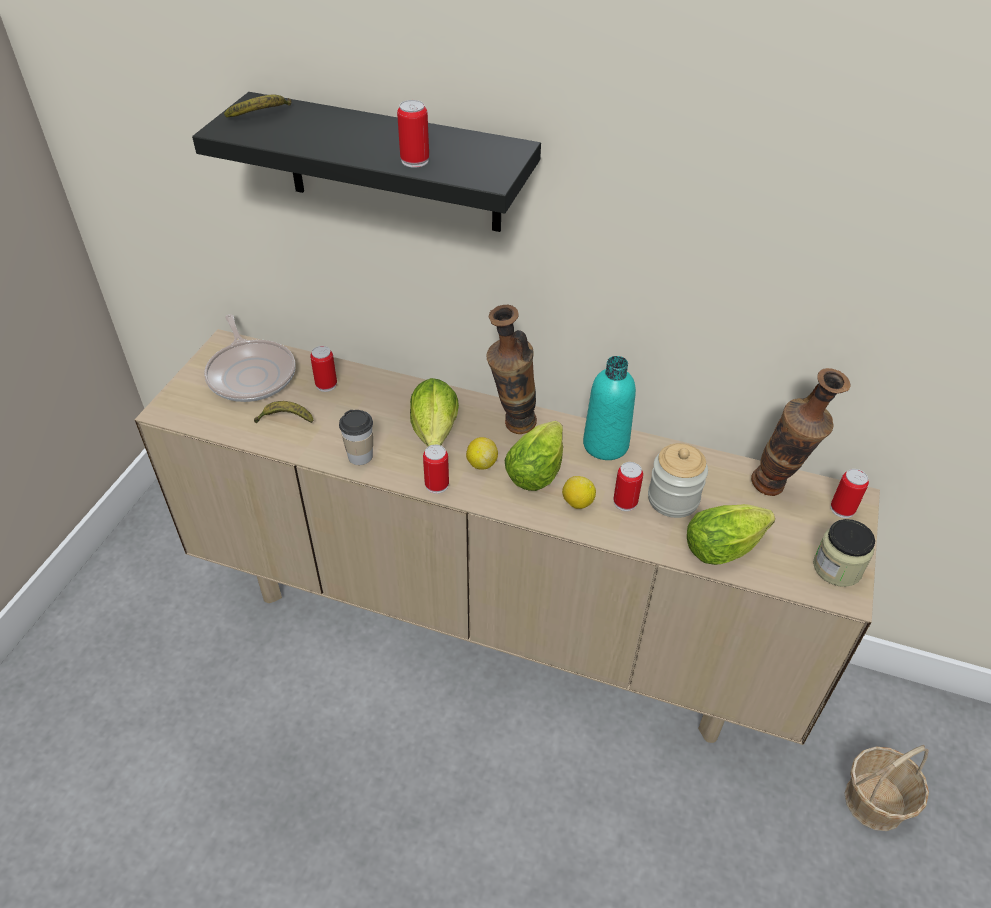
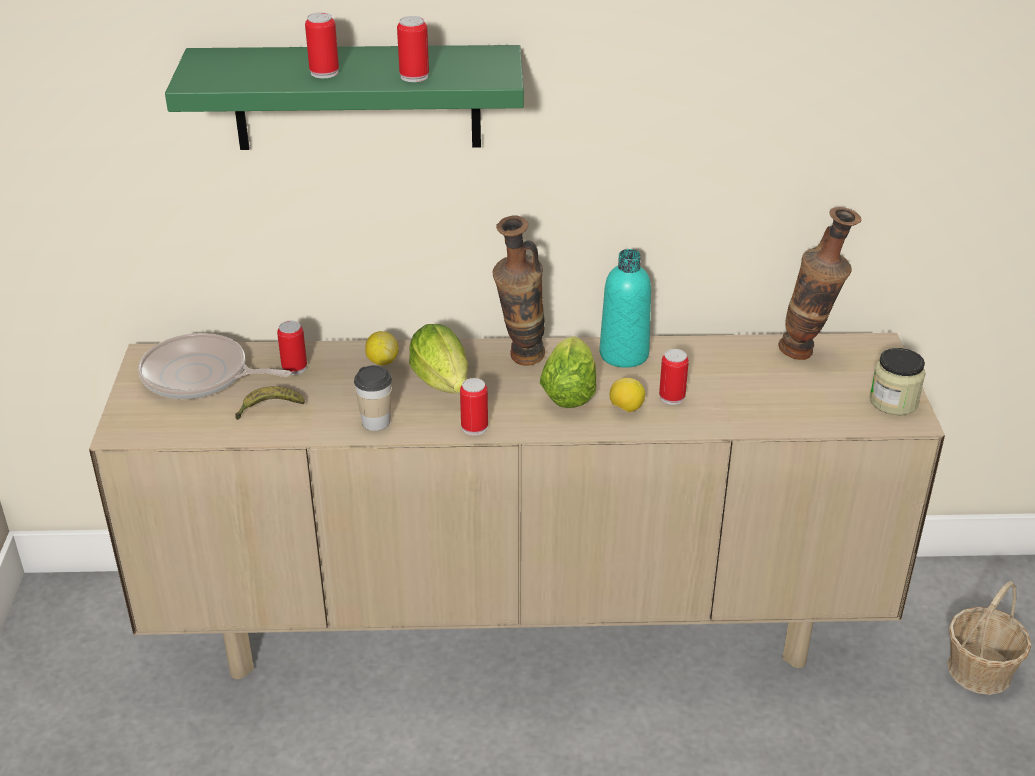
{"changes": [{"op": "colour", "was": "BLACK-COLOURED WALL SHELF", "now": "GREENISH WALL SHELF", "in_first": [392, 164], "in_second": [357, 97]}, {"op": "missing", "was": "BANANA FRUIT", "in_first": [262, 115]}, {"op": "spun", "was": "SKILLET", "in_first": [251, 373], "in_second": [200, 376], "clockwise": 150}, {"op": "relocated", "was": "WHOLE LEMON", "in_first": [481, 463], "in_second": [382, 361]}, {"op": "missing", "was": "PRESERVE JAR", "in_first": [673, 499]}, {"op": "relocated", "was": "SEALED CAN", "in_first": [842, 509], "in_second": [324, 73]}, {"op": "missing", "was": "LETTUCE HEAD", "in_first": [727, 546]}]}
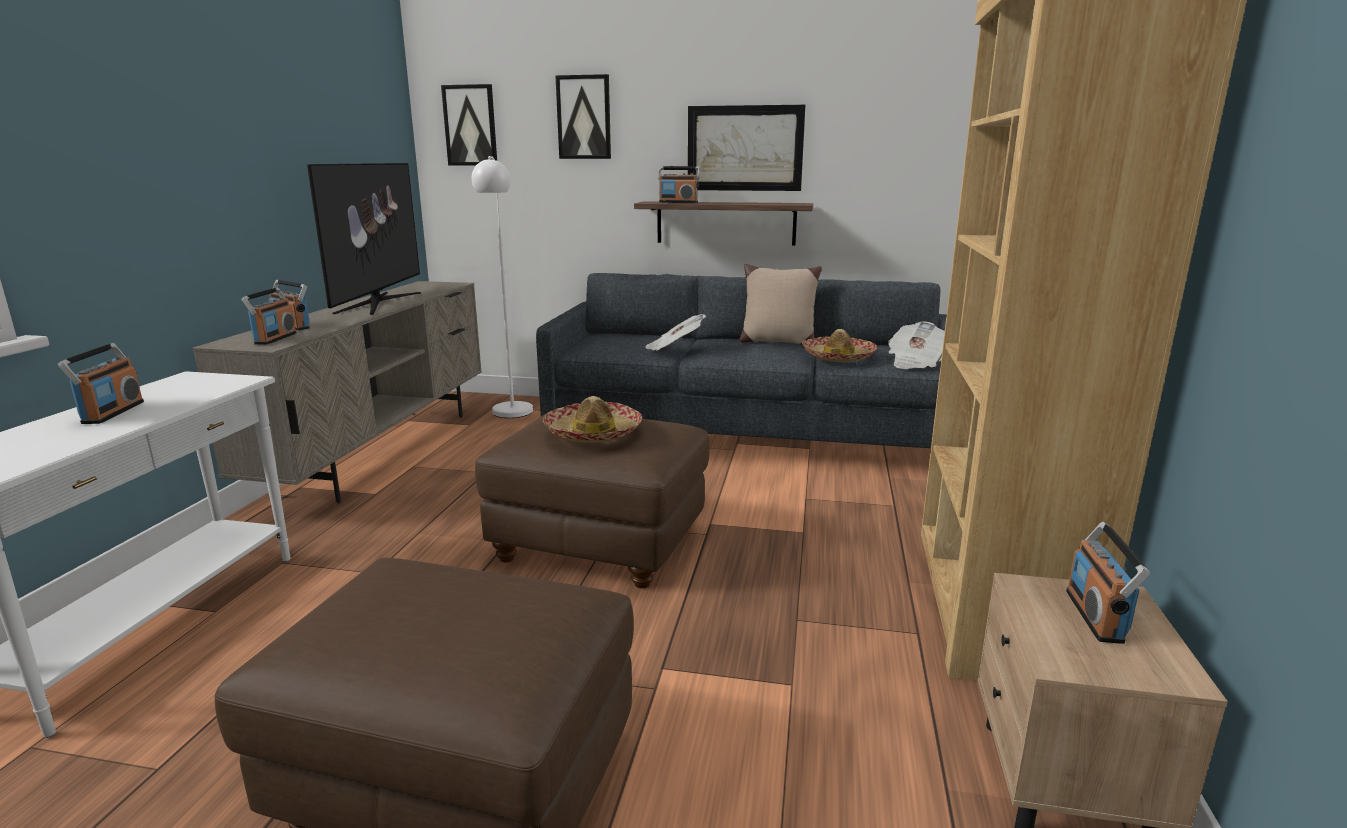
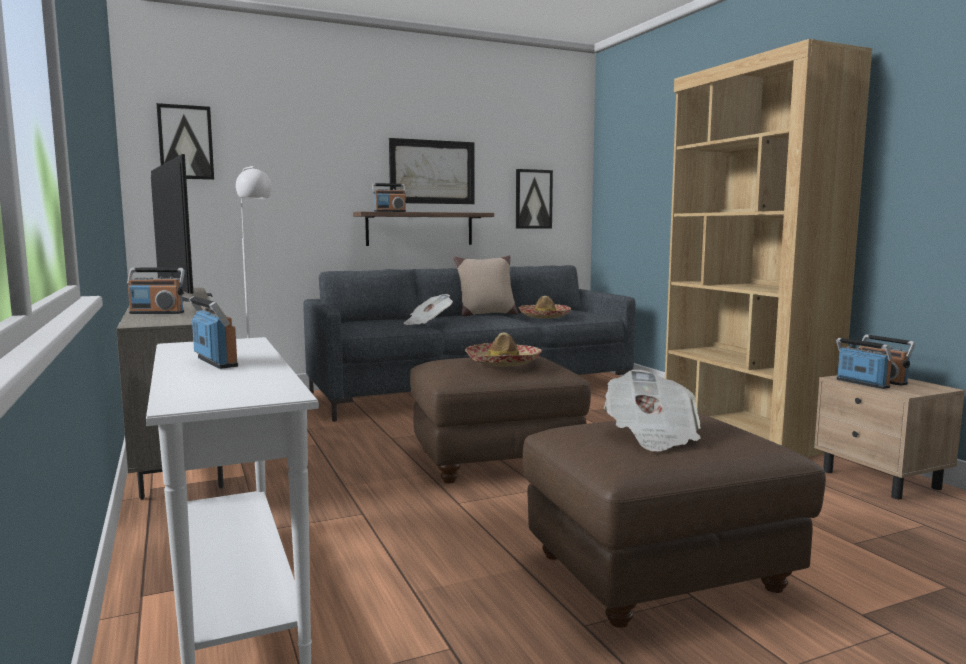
{"changes": [{"op": "relocated", "was": "WALL ART", "in_first": [584, 117], "in_second": [533, 199]}, {"op": "relocated", "was": "RADIO SET", "in_first": [275, 338], "in_second": [862, 383]}, {"op": "relocated", "was": "DAILY PAPER", "in_first": [915, 362], "in_second": [651, 436]}]}
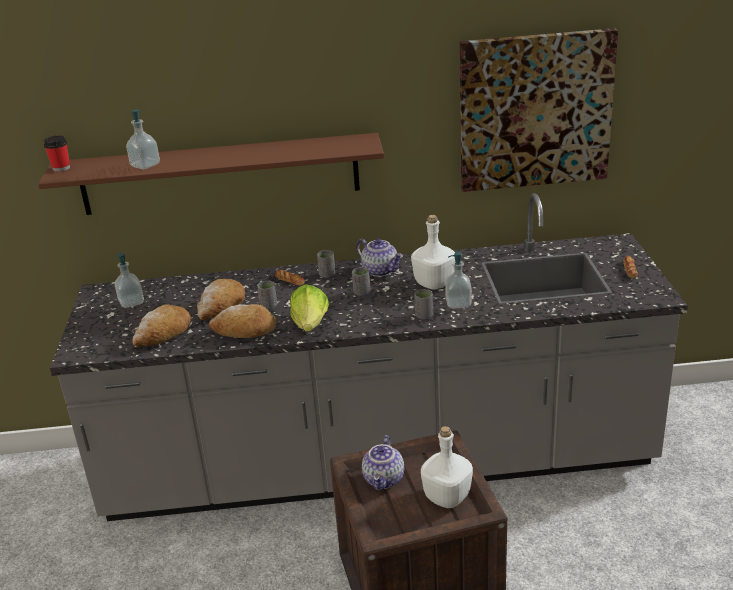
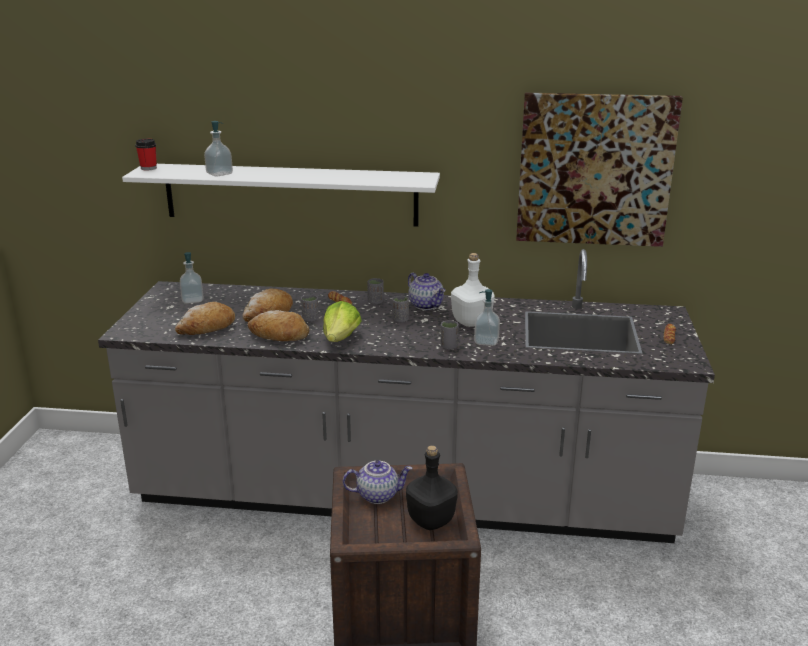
{"changes": [{"op": "colour", "was": "BROWN WALL SHELF", "now": "WHITISH WALL SHELF", "in_first": [220, 174], "in_second": [290, 194]}, {"op": "colour", "was": "WHITISH BEVERAGE BOTTLE", "now": "BLACK-COLOURED BEVERAGE BOTTLE", "in_first": [447, 496], "in_second": [431, 520]}, {"op": "spun", "was": "POT FOR TEA", "in_first": [384, 480], "in_second": [378, 495], "clockwise": -120}]}
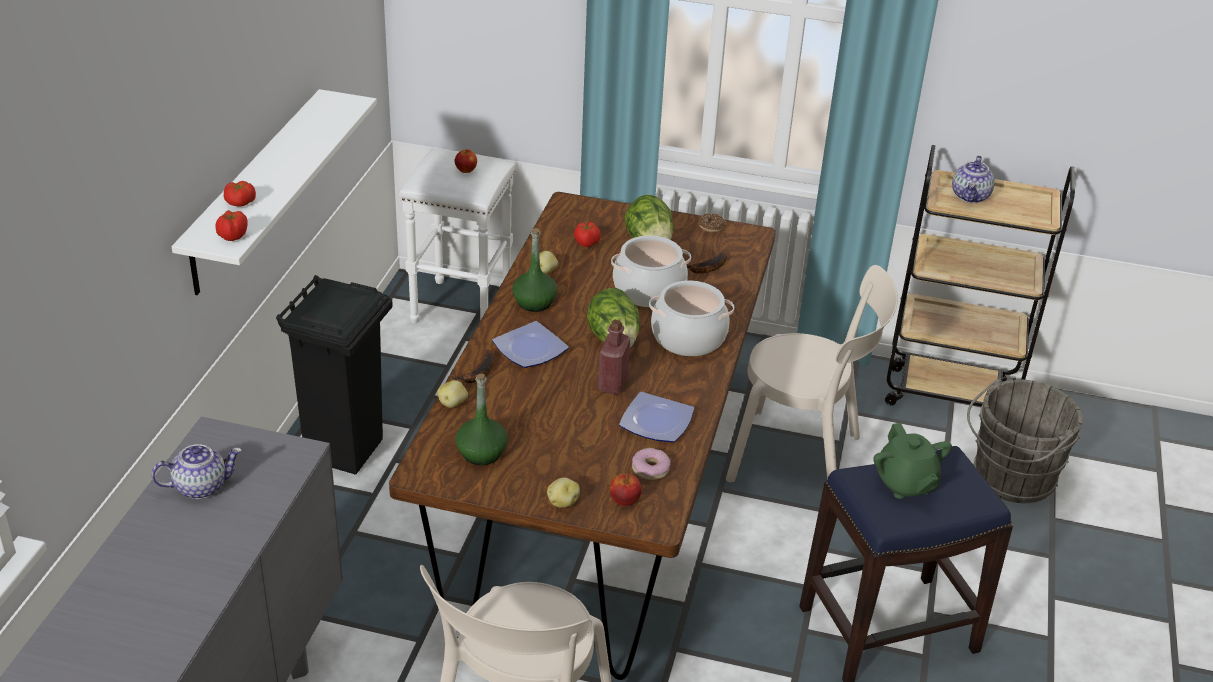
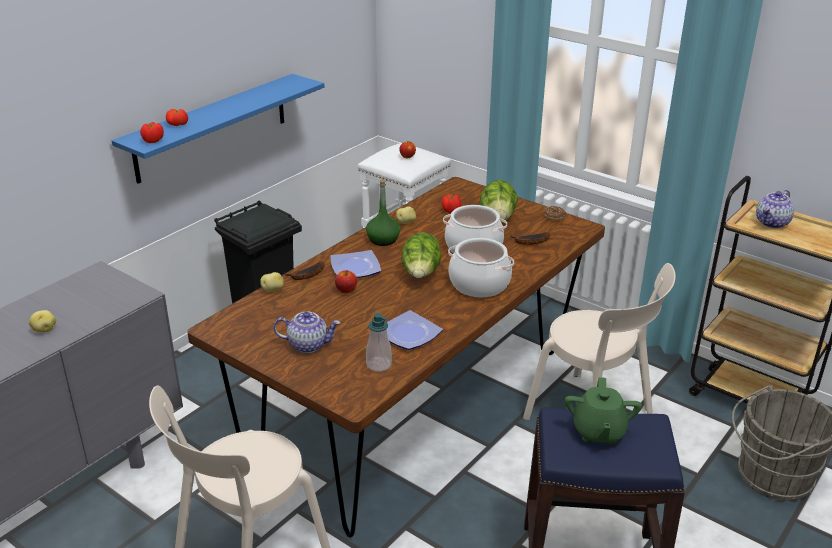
{"changes": [{"op": "colour", "was": "WHITISH WALL SHELF", "now": "BLUE-COLOURED WALL SHELF", "in_first": [255, 191], "in_second": [212, 127]}, {"op": "missing", "was": "REDDISH BEVERAGE BOTTLE", "in_first": [612, 384]}, {"op": "missing", "was": "GREENISH BEVERAGE BOTTLE", "in_first": [481, 453]}, {"op": "relocated", "was": "POT FOR TEA", "in_first": [201, 486], "in_second": [308, 344]}, {"op": "exchanged", "was": "DONUT", "now": "LIQUID SOAP BOTTLE", "in_first": [650, 469], "in_second": [378, 364]}, {"op": "relocated", "was": "APPLE FRUIT", "in_first": [624, 501], "in_second": [346, 290]}, {"op": "relocated", "was": "SPUD", "in_first": [562, 502], "in_second": [44, 329]}]}
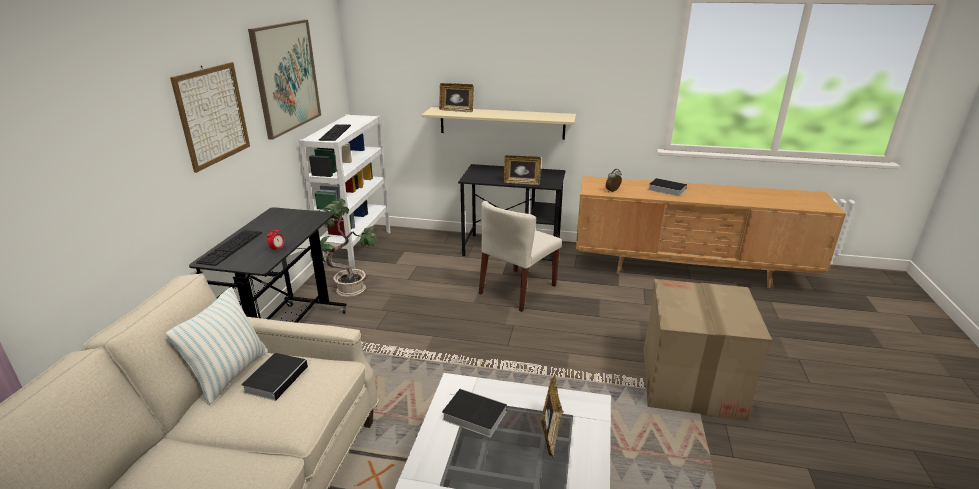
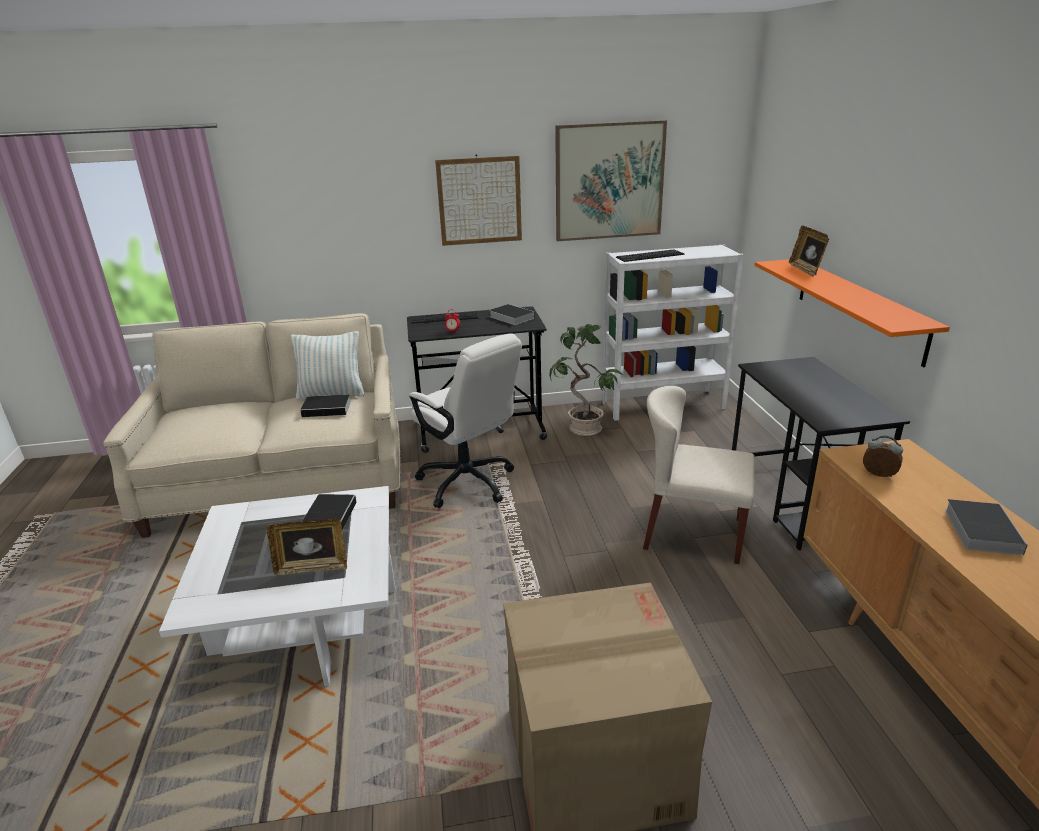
{"changes": [{"op": "colour", "was": "BEIGE-COLOURED WALL SHELF", "now": "ORANGE-COLOURED WALL SHELF", "in_first": [502, 123], "in_second": [858, 308]}, {"op": "missing", "was": "STANDING FRAME", "in_first": [522, 182]}, {"op": "appeared", "now": "VOLUME", "in_second": [510, 317]}, {"op": "appeared", "now": "WHITISH COMPUTER CHAIR", "in_second": [470, 484]}]}
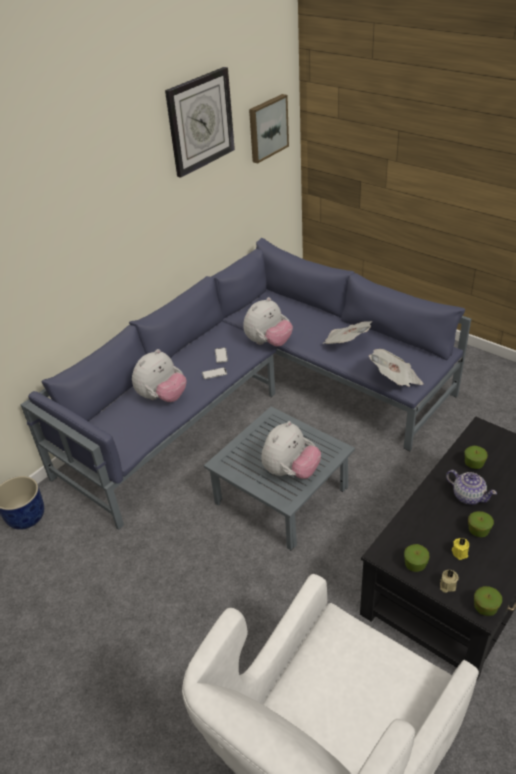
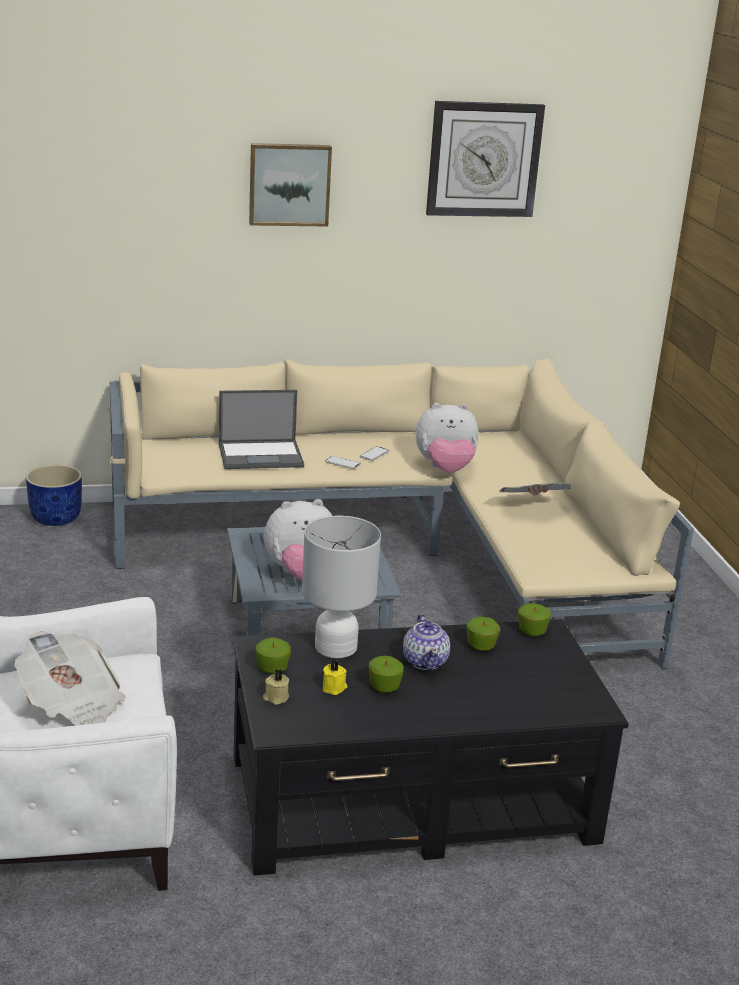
{"changes": [{"op": "relocated", "was": "WALL ART", "in_first": [267, 128], "in_second": [289, 184]}, {"op": "colour", "was": "BLUE-COLOURED SOFA", "now": "BEIGE-COLOURED SOFA", "in_first": [260, 415], "in_second": [392, 563]}, {"op": "exchanged", "was": "CUDDLY TOY", "now": "NOTEBOOK COMPUTER", "in_first": [162, 397], "in_second": [261, 455]}, {"op": "relocated", "was": "DAILY PAPER", "in_first": [395, 380], "in_second": [72, 705]}, {"op": "relocated", "was": "APPLE FRUIT", "in_first": [485, 608], "in_second": [531, 631]}, {"op": "appeared", "now": "GREYISH TABLE LAMP", "in_second": [336, 647]}]}
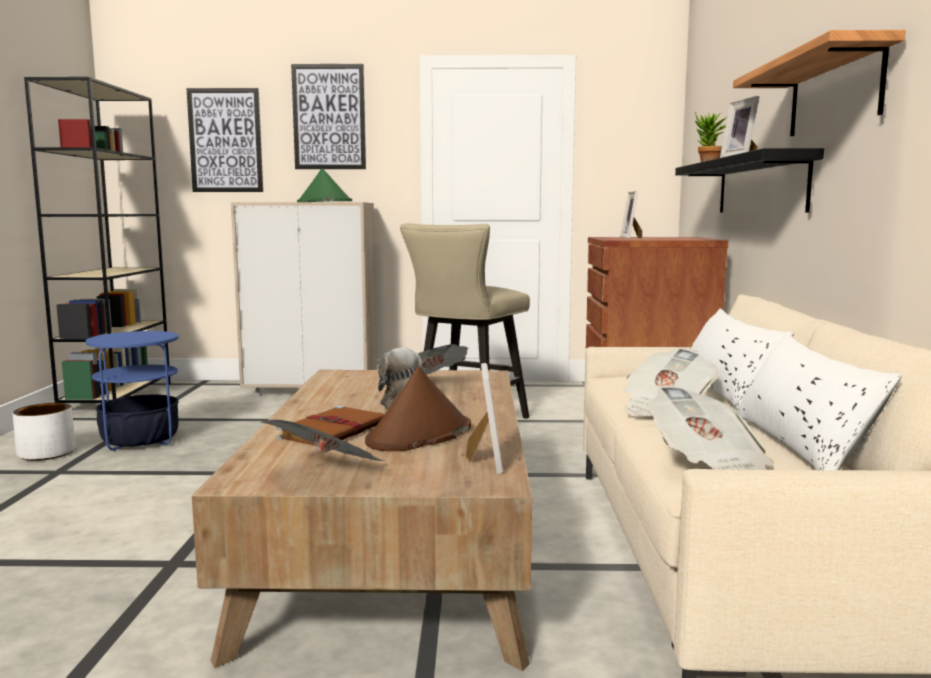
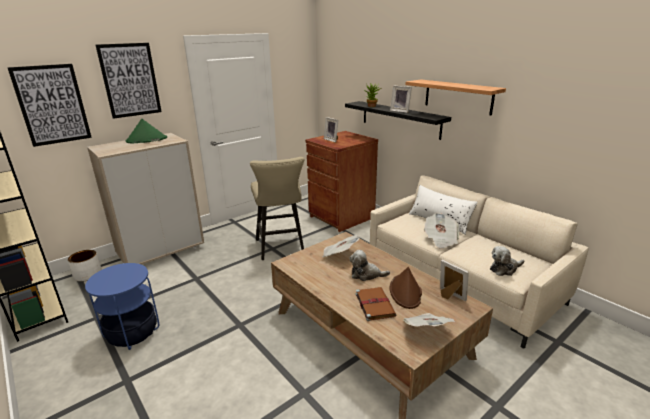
{"changes": [{"op": "missing", "was": "WHITISH THROW PILLOW", "in_first": [801, 446]}, {"op": "exchanged", "was": "DAILY PAPER", "now": "CUDDLY TOY", "in_first": [708, 466], "in_second": [504, 269]}, {"op": "relocated", "was": "WHITISH PLANTER", "in_first": [47, 453], "in_second": [88, 275]}]}
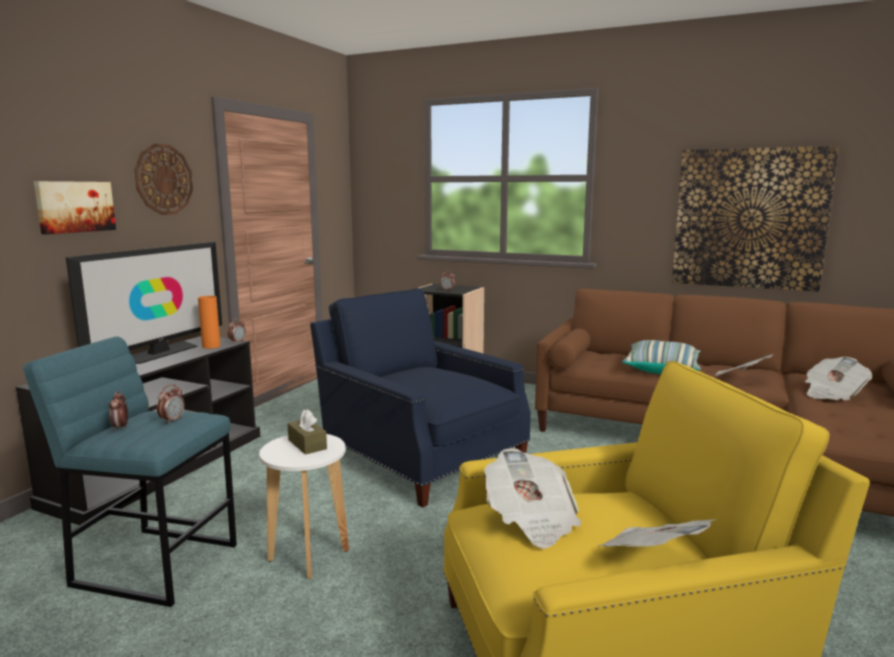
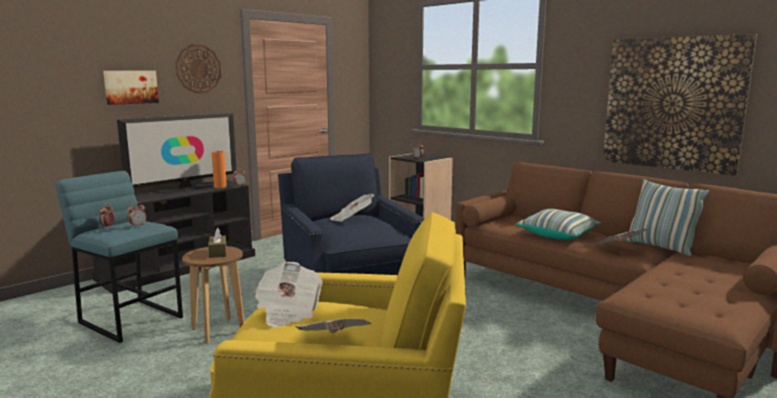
{"changes": [{"op": "relocated", "was": "DAILY PAPER", "in_first": [832, 394], "in_second": [352, 219]}, {"op": "colour", "was": "WHITISH SITTING STOOL", "now": "BROWN SITTING STOOL", "in_first": [309, 555], "in_second": [218, 330]}, {"op": "appeared", "now": "THROW PILLOW", "in_second": [660, 247]}]}
